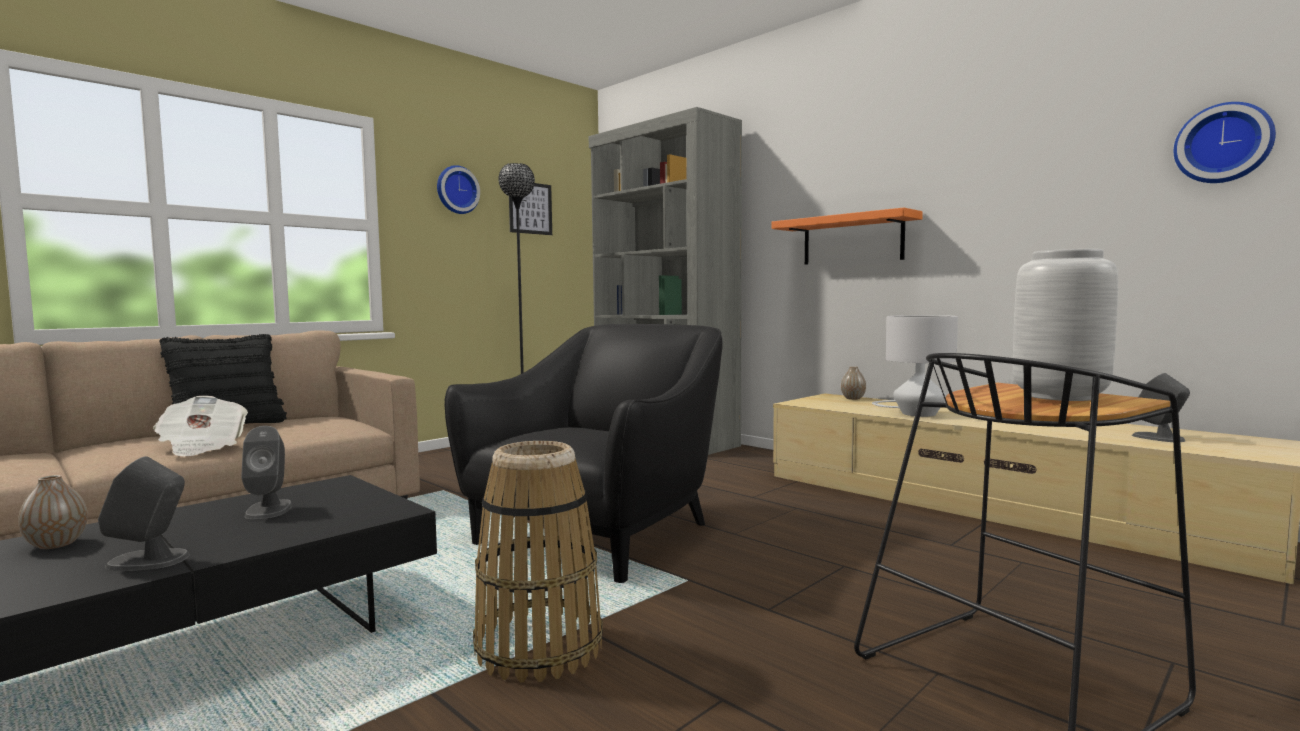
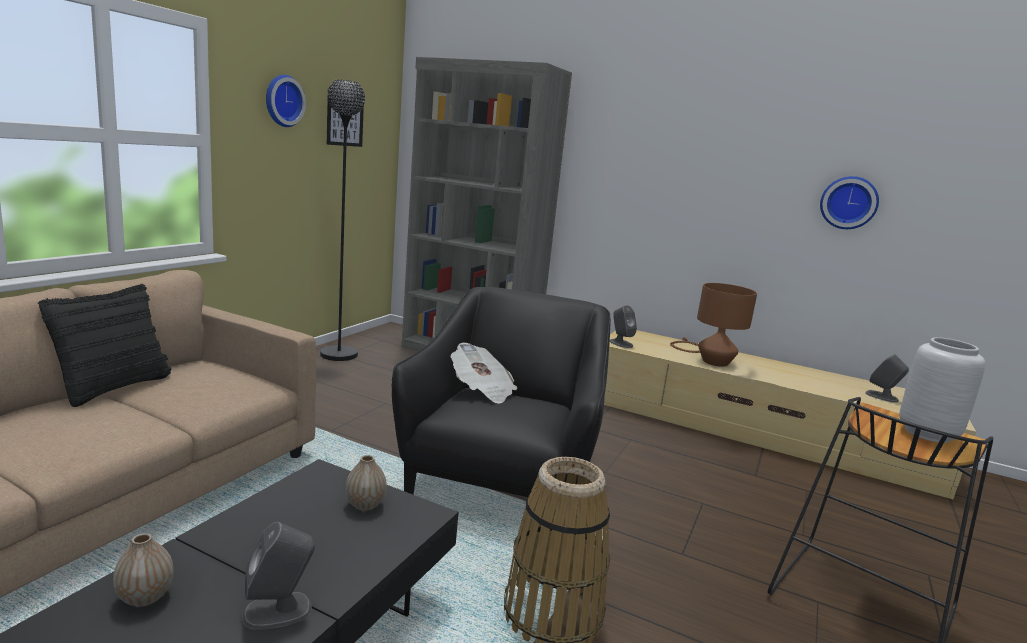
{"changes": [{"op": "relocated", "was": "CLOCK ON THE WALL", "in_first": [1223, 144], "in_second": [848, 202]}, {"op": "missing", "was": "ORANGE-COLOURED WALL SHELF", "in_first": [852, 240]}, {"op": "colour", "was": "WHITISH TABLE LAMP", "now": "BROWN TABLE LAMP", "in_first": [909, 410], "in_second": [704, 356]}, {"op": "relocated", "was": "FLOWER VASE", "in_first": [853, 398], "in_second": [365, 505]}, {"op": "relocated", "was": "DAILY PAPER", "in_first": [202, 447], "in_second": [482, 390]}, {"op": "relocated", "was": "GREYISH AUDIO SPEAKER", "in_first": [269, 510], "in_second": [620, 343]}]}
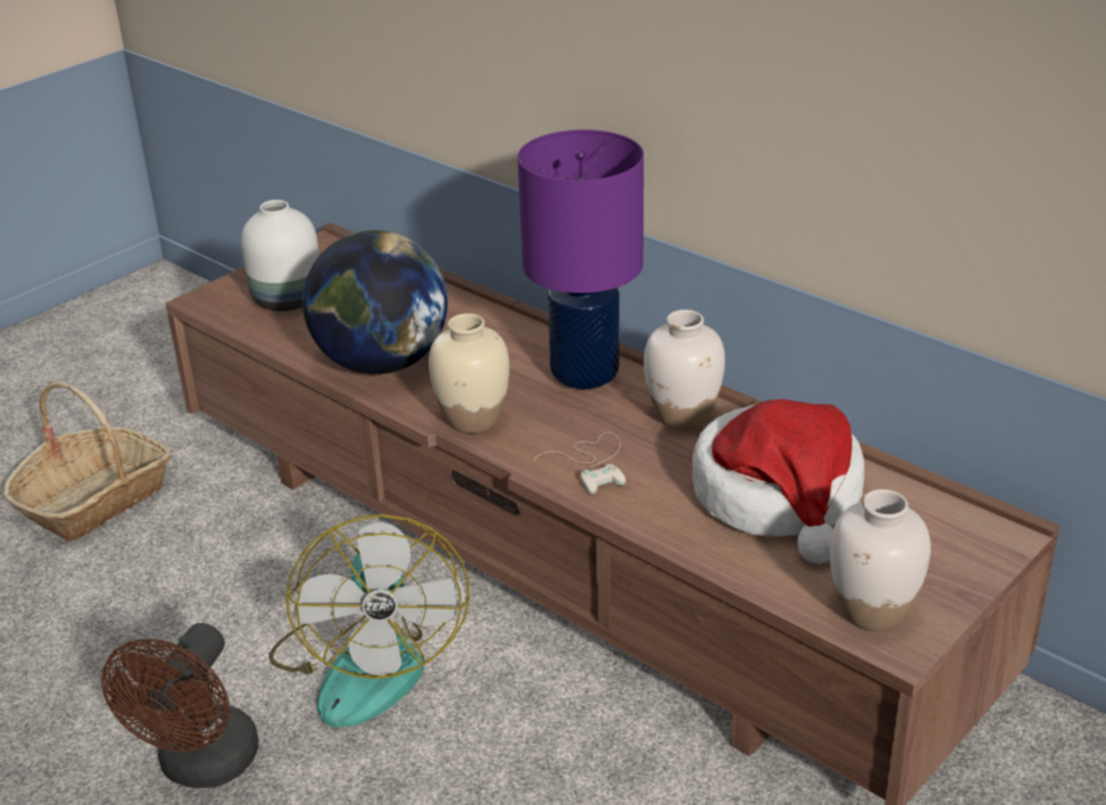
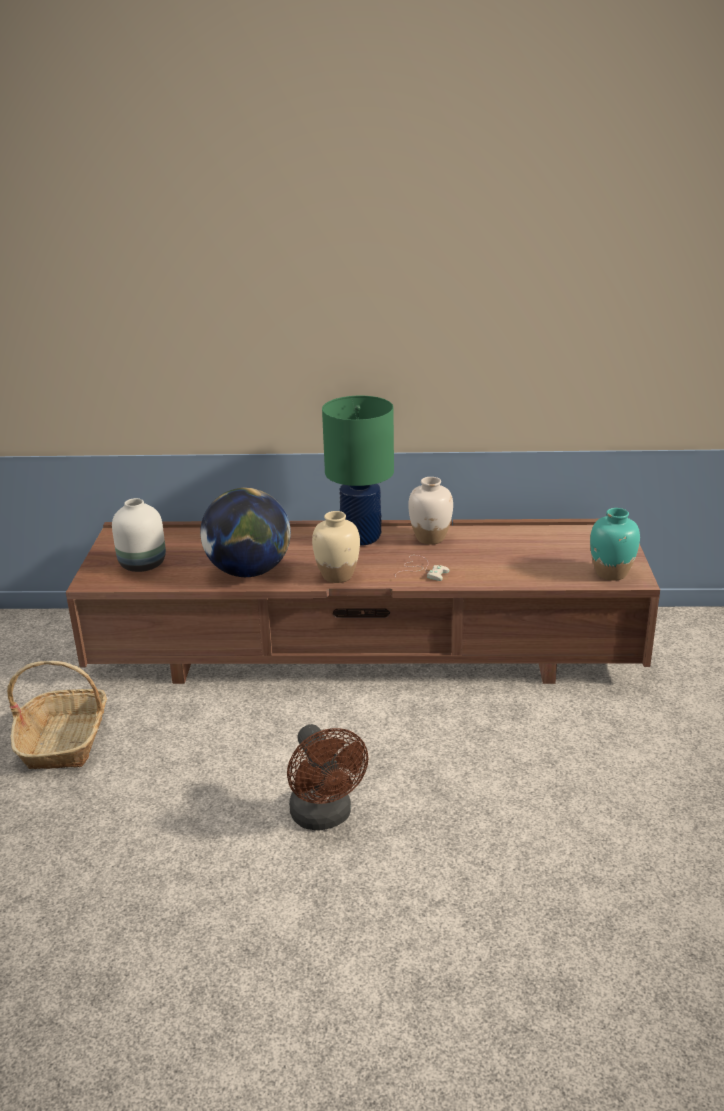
{"changes": [{"op": "colour", "was": "PURPLE TABLE LAMP", "now": "GREENISH TABLE LAMP", "in_first": [584, 377], "in_second": [360, 540]}, {"op": "missing", "was": "WEARABLE HAT", "in_first": [779, 497]}, {"op": "colour", "was": "WHITISH FLOWER VASE", "now": "BLUE-GREEN FLOWER VASE", "in_first": [873, 612], "in_second": [611, 573]}, {"op": "missing", "was": "FAN", "in_first": [368, 662]}]}
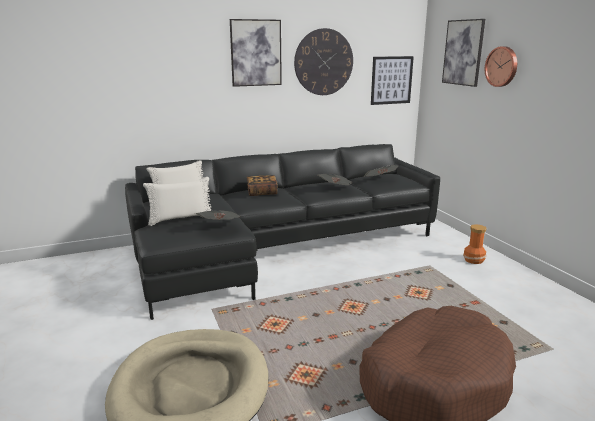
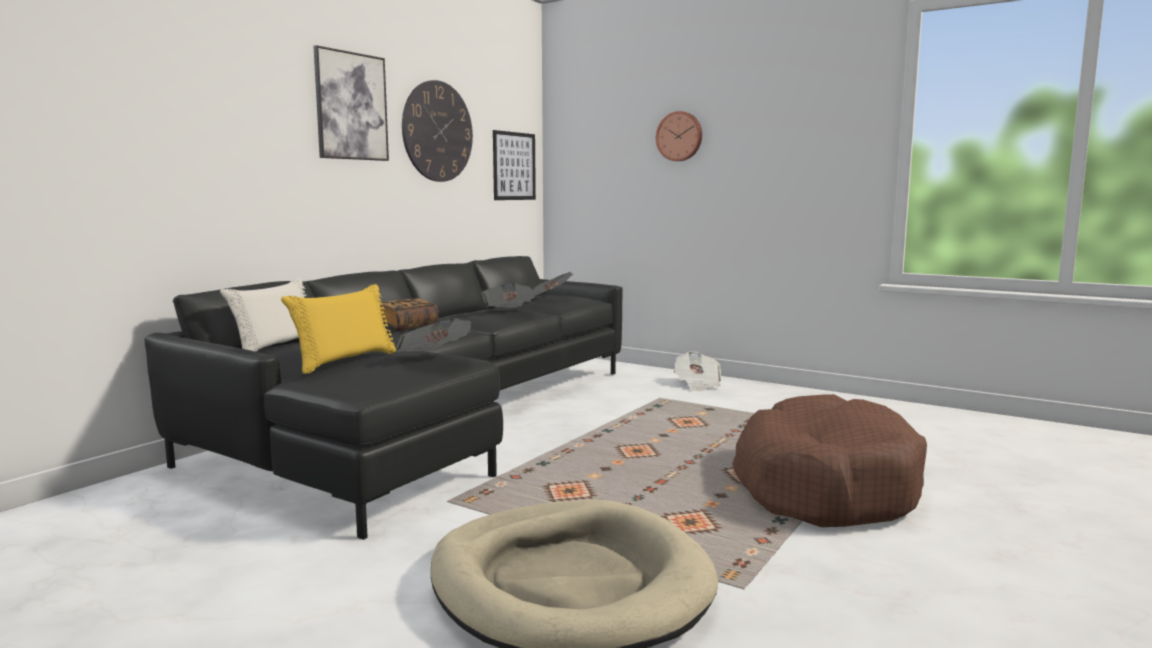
{"changes": [{"op": "missing", "was": "WALL ART", "in_first": [463, 52]}, {"op": "colour", "was": "WHITISH THROW PILLOW", "now": "YELLOW THROW PILLOW", "in_first": [180, 219], "in_second": [344, 361]}, {"op": "exchanged", "was": "FLOWER VASE", "now": "DAILY PAPER", "in_first": [474, 260], "in_second": [697, 385]}]}
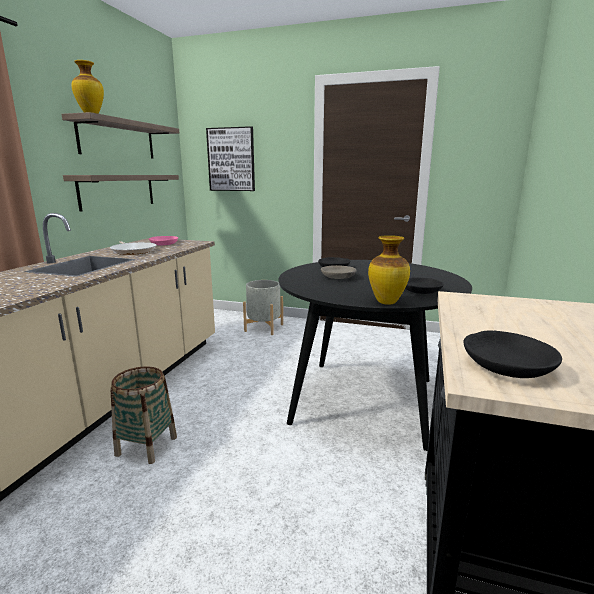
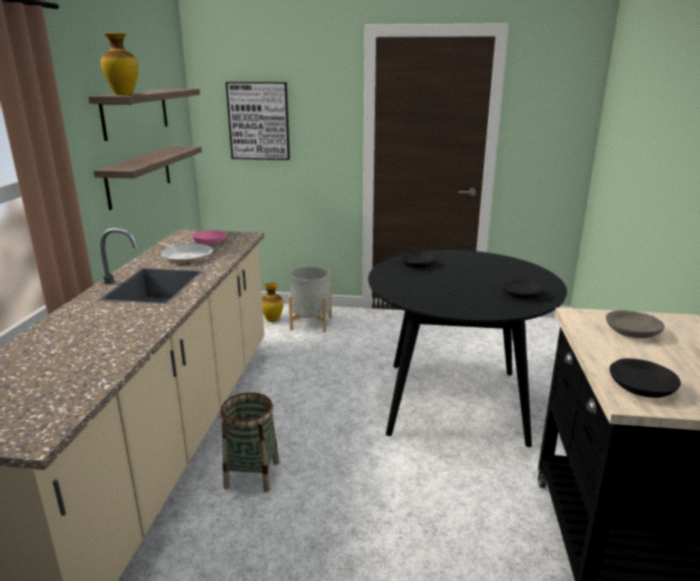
{"changes": [{"op": "relocated", "was": "FLOWER VASE", "in_first": [387, 302], "in_second": [273, 320]}, {"op": "relocated", "was": "GREYISH SERVING BOWL", "in_first": [338, 277], "in_second": [633, 332]}]}
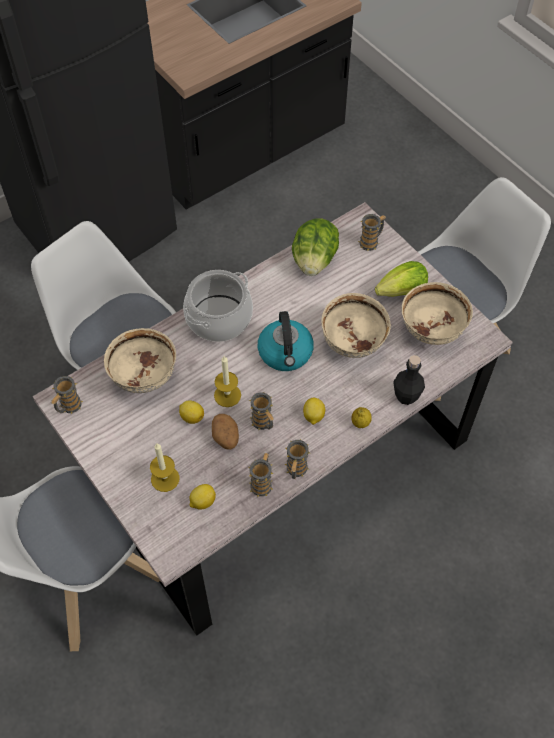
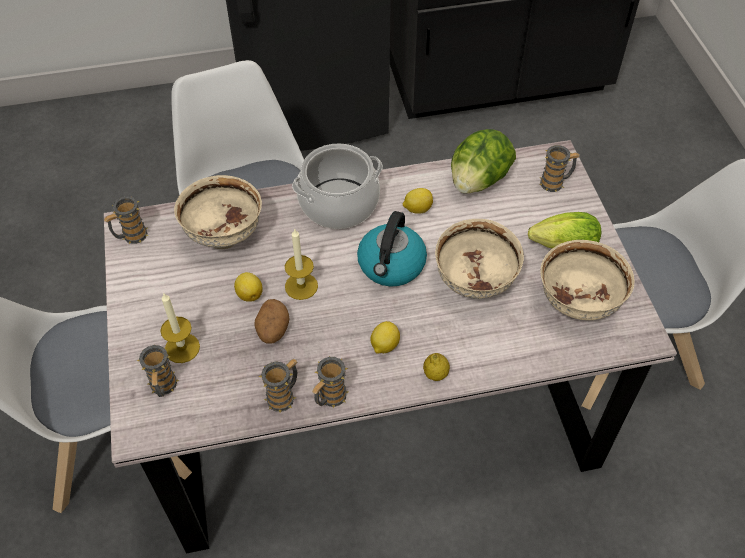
{"changes": [{"op": "missing", "was": "BLACK-COLOURED BEVERAGE BOTTLE", "in_first": [406, 396]}, {"op": "relocated", "was": "MUG", "in_first": [263, 423], "in_second": [163, 388]}, {"op": "relocated", "was": "WHOLE LEMON", "in_first": [202, 501], "in_second": [417, 209]}]}
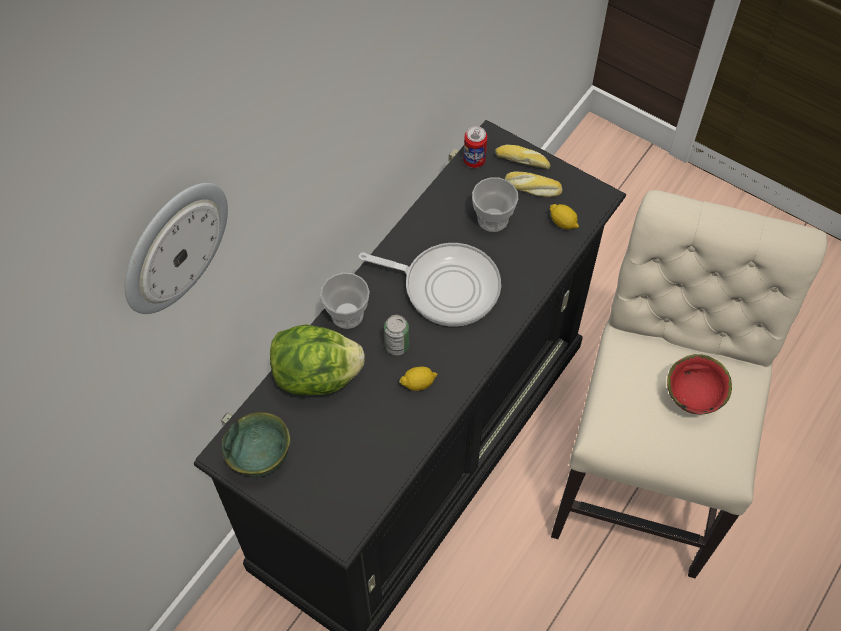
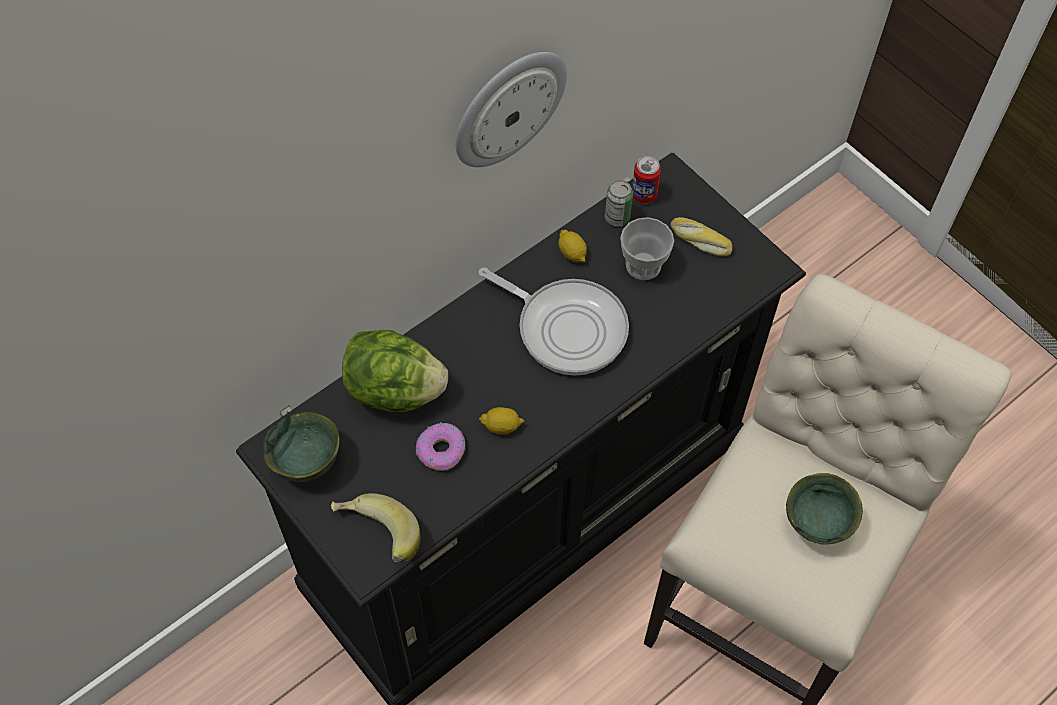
{"changes": [{"op": "missing", "was": "BAKED BREAD", "in_first": [522, 160]}, {"op": "relocated", "was": "CLOCK ON THE WALL", "in_first": [173, 246], "in_second": [508, 107]}, {"op": "relocated", "was": "WHOLE LEMON", "in_first": [563, 222], "in_second": [572, 253]}, {"op": "missing", "was": "DRINKING CUP", "in_first": [347, 314]}, {"op": "relocated", "was": "SEALED CAN", "in_first": [397, 346], "in_second": [617, 217]}, {"op": "colour", "was": "REDDISH SERVING BOWL", "now": "GREENISH SERVING BOWL", "in_first": [694, 398], "in_second": [818, 523]}, {"op": "appeared", "now": "DONUT", "in_second": [441, 450]}, {"op": "appeared", "now": "BANANA FRUIT", "in_second": [376, 538]}]}
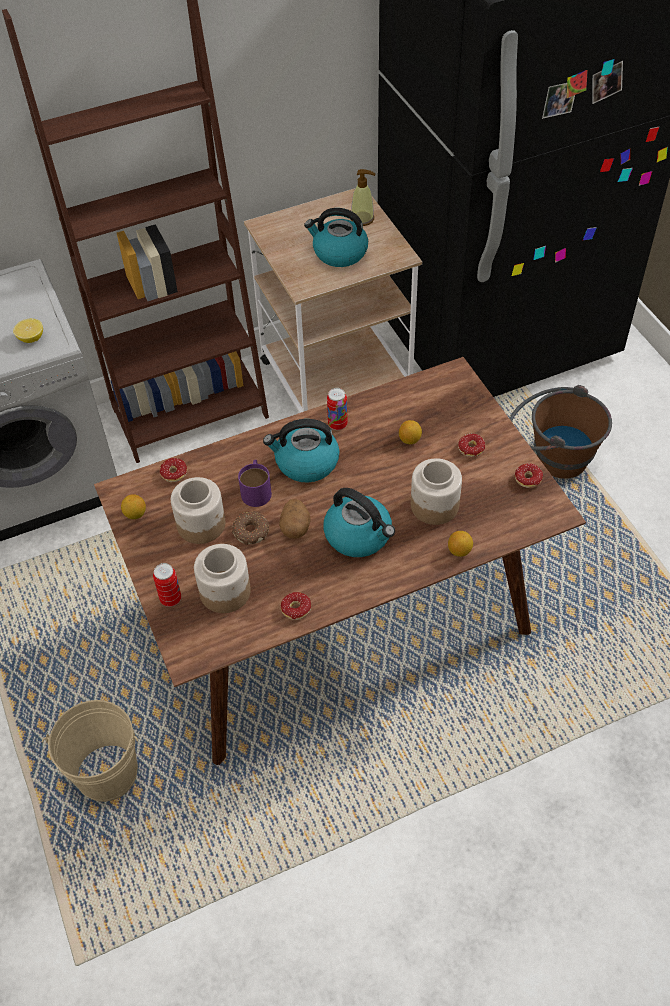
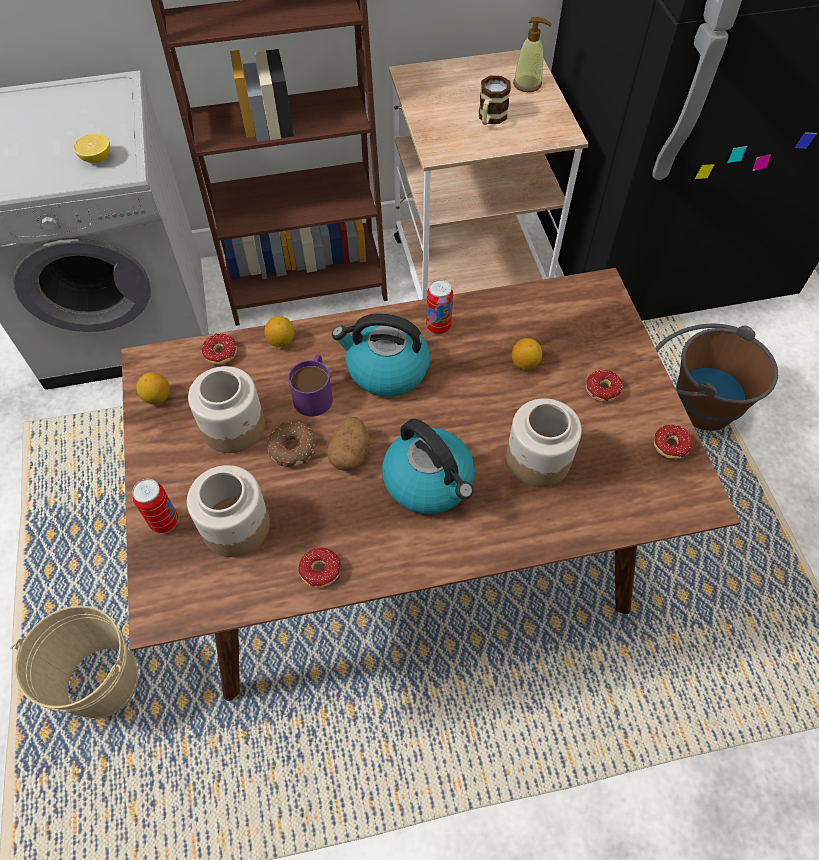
{"changes": [{"op": "exchanged", "was": "WATER KETTLE", "now": "MUG", "in_first": [339, 253], "in_second": [490, 119]}, {"op": "relocated", "was": "WHOLE LEMON", "in_first": [459, 551], "in_second": [281, 341]}]}
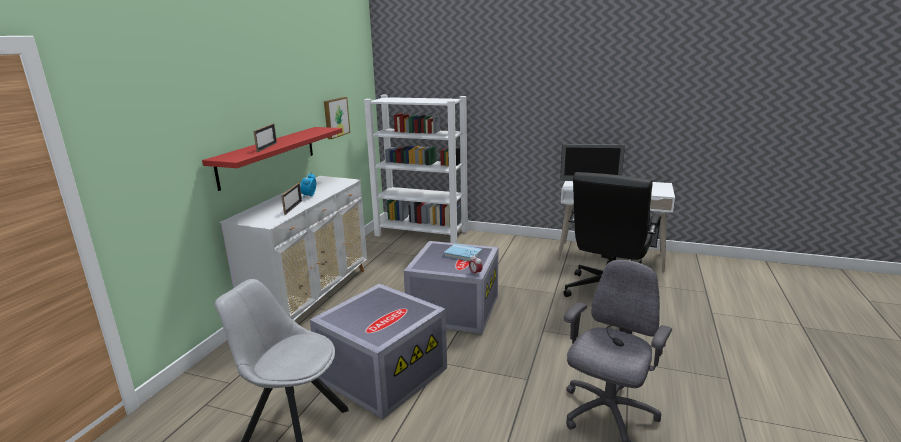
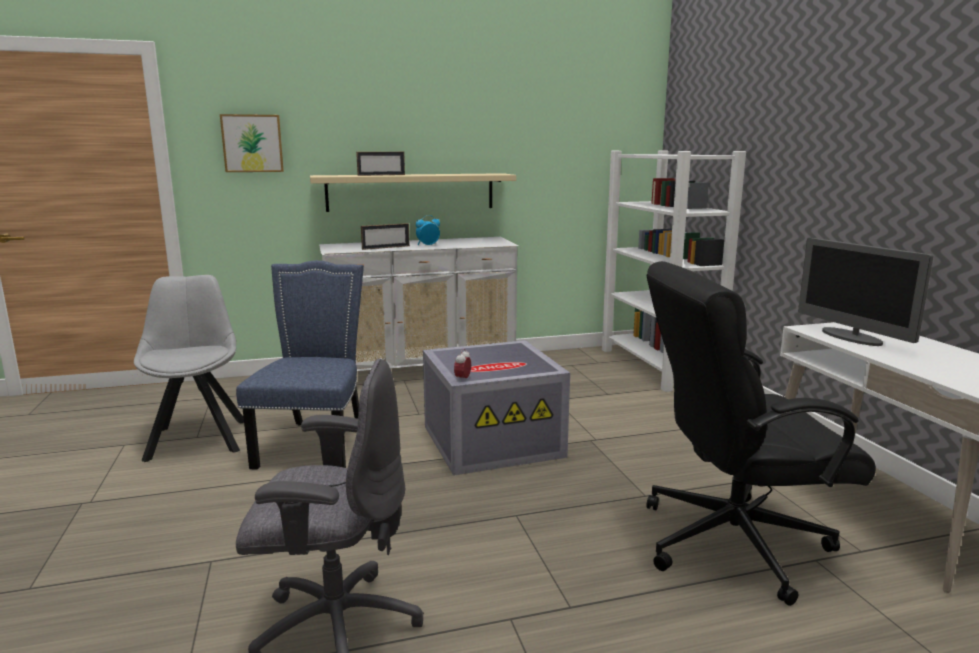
{"changes": [{"op": "relocated", "was": "WALL ART", "in_first": [335, 117], "in_second": [252, 143]}, {"op": "colour", "was": "REDDISH WALL SHELF", "now": "BEIGE-COLOURED WALL SHELF", "in_first": [268, 156], "in_second": [411, 192]}, {"op": "missing", "was": "BLUE-COLOURED VOLUME", "in_first": [463, 254]}, {"op": "exchanged", "was": "GREYISH STORAGE CONTAINER", "now": "BLUE-COLOURED UPRIGHT CHAIR", "in_first": [383, 372], "in_second": [313, 447]}]}
